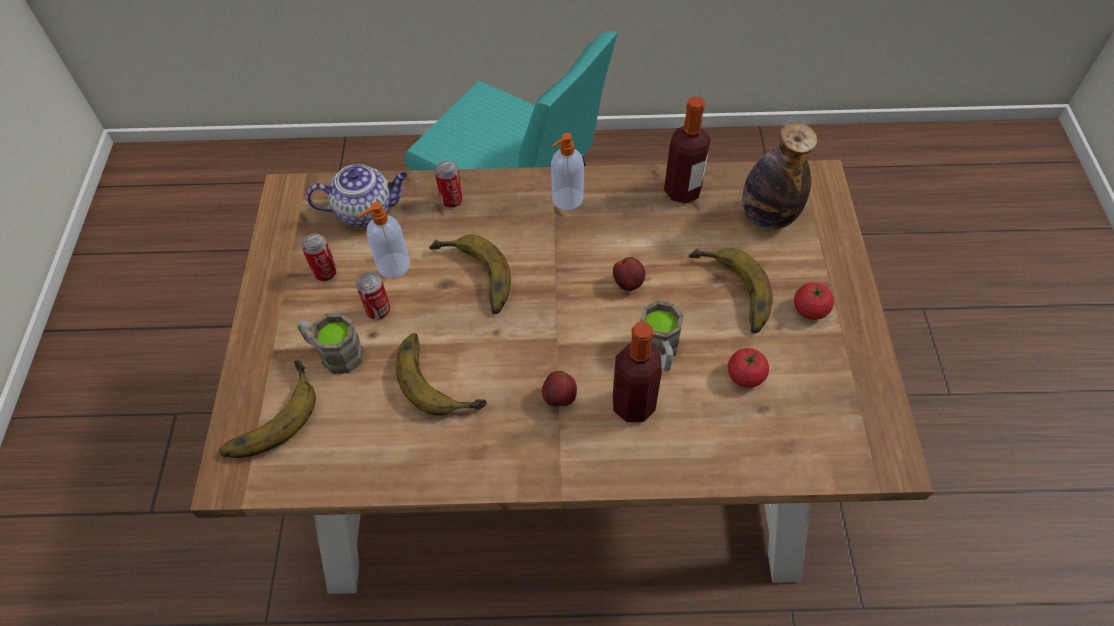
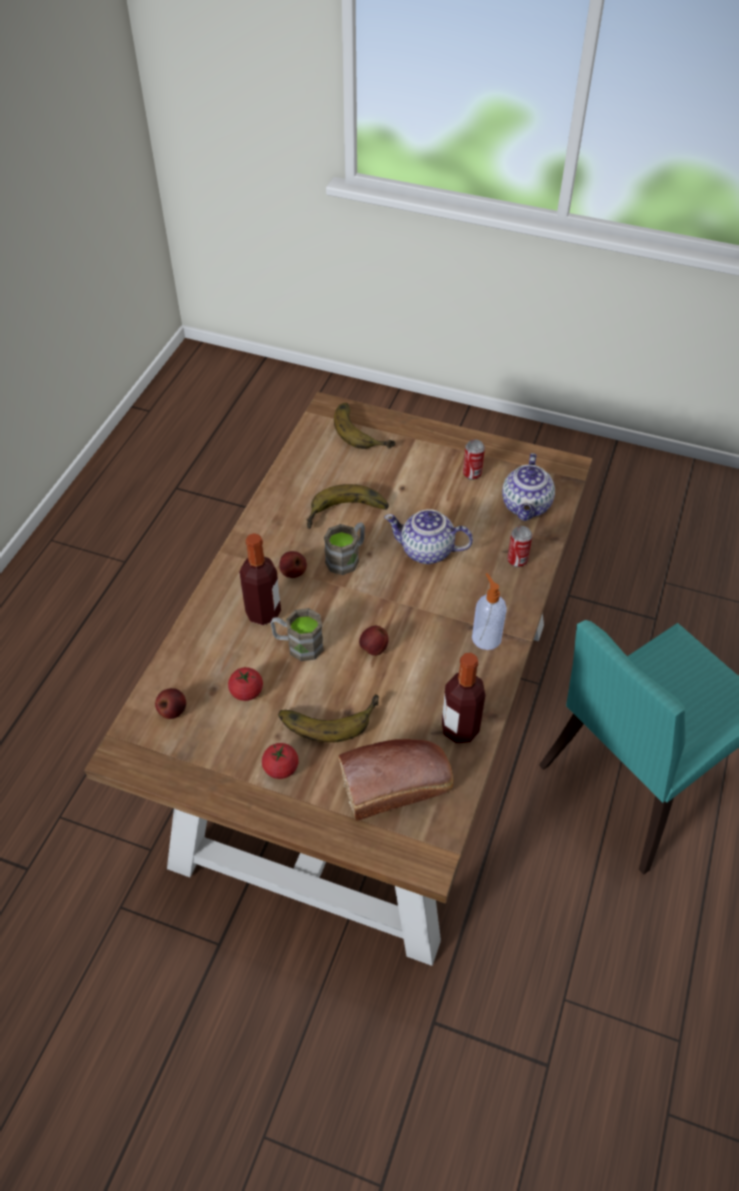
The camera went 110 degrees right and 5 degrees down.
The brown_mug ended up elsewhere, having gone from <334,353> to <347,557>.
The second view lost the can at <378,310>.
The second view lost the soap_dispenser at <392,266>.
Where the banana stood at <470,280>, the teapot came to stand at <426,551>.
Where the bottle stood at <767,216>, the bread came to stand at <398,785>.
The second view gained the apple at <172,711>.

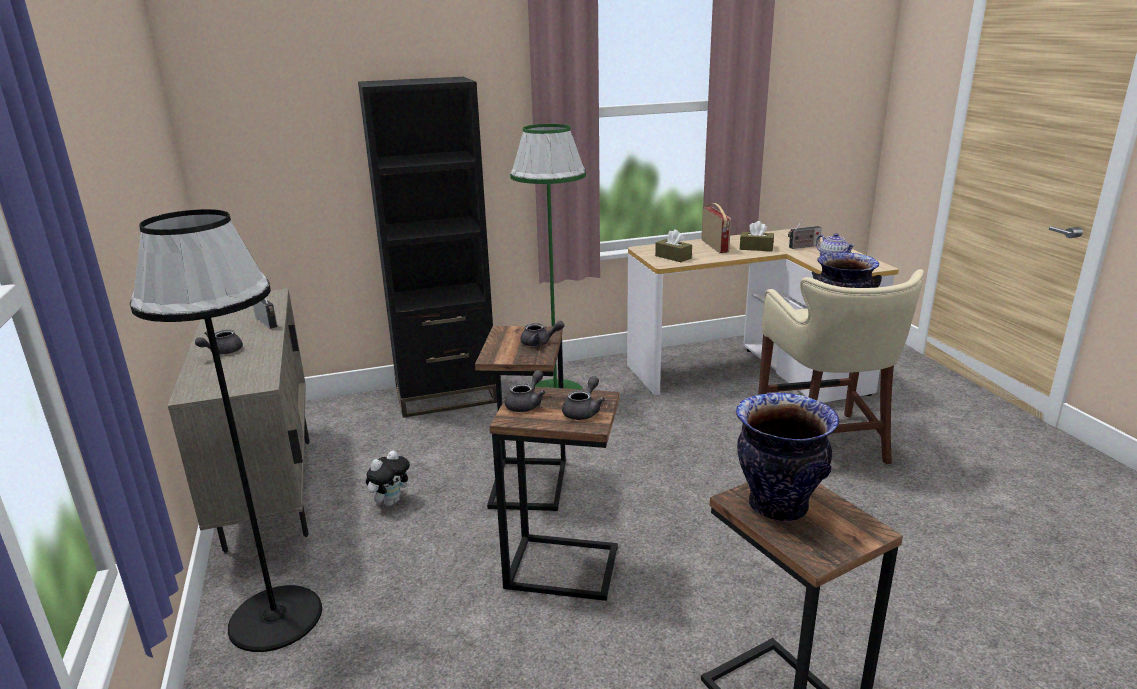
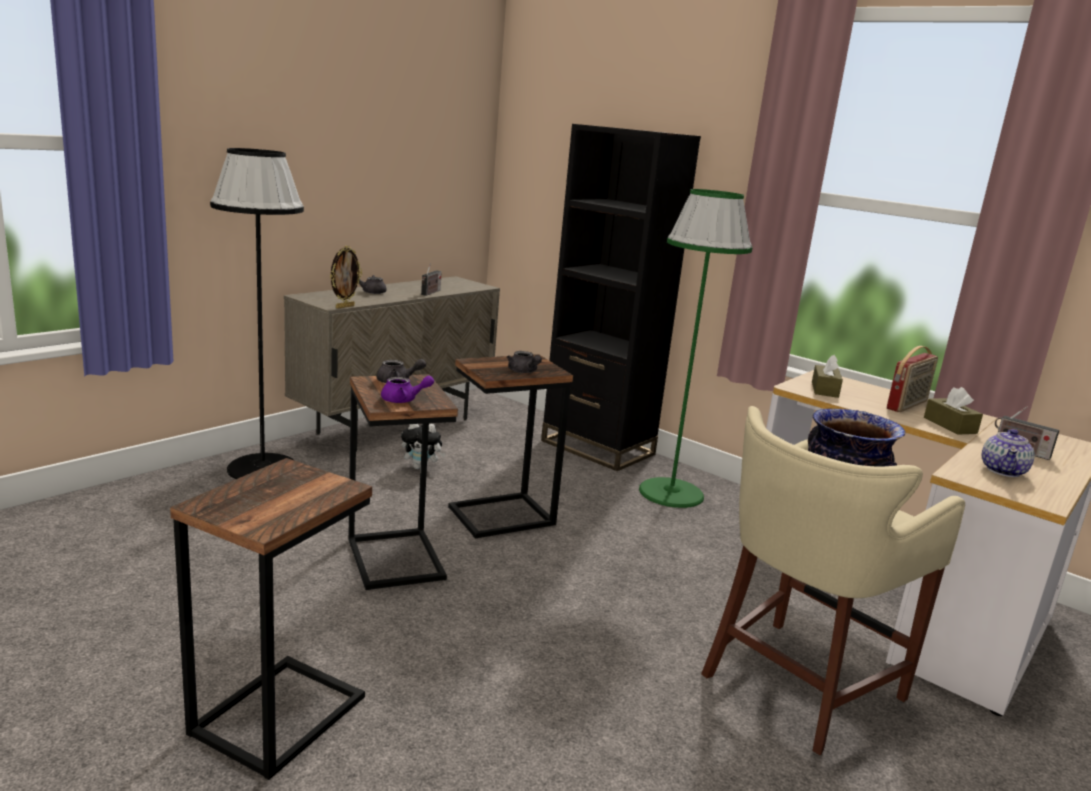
The camera went 55 degrees right and 5 degrees down.
What was the grey_teapot at <583,411> turned into the purple_teapot at <403,400>.
The second view lost the vase at <779,506>.
The second view gained the picture_frame at <344,306>.

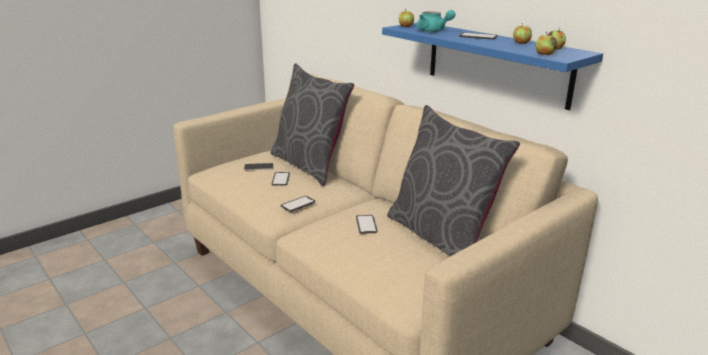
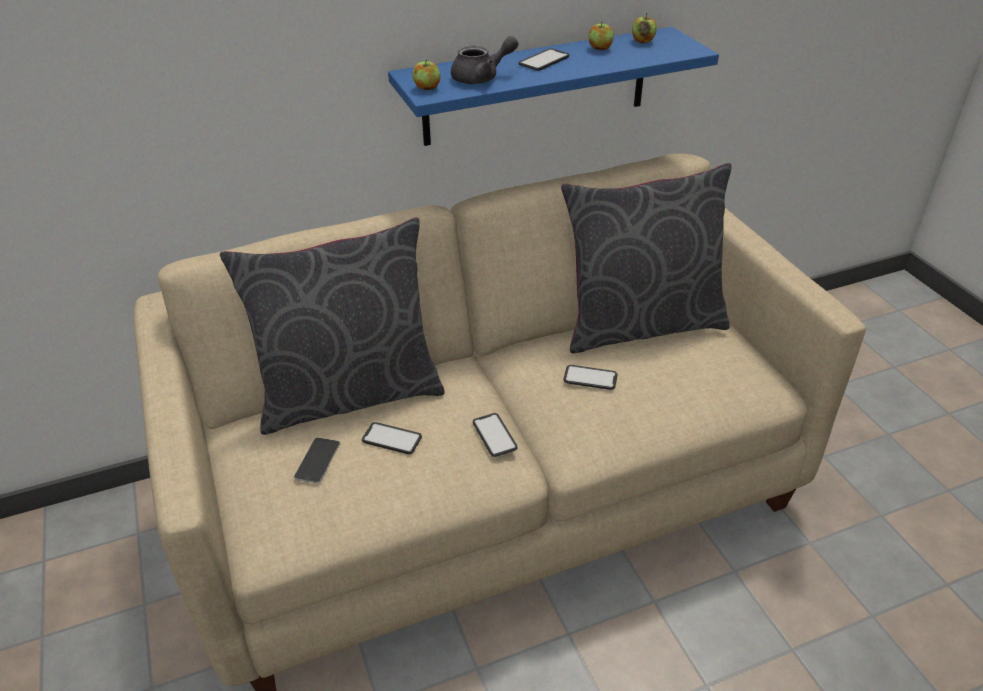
The camera went 70 degrees left and 15 degrees up.
What was the turquoise_teapot at <433,31> turned into the grey_teapot at <482,78>.
The second view lost the apple at <544,54>.

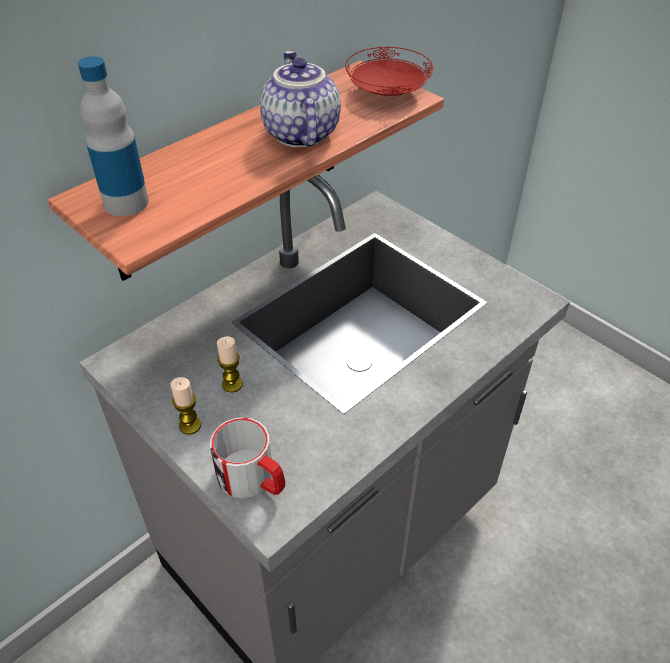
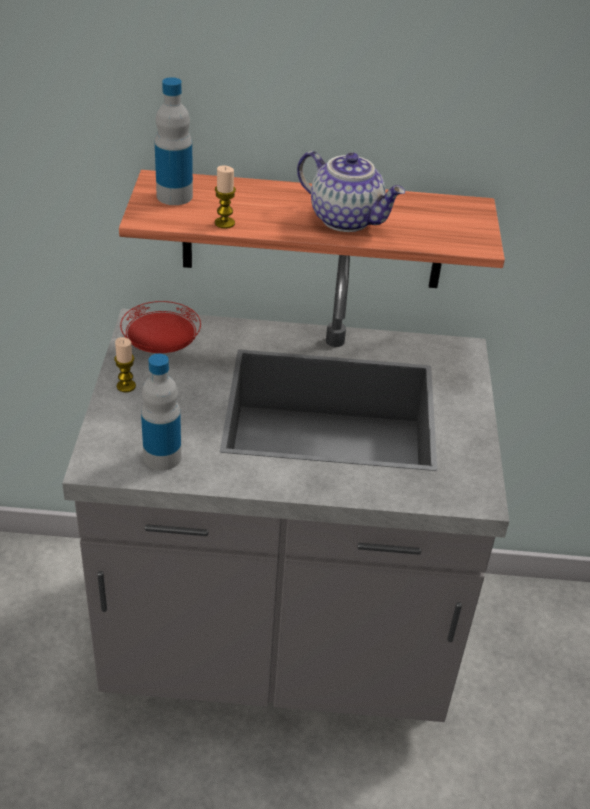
The camera went 45 degrees right and 5 degrees down.
The second view lost the mug at <253,479>.
The candle ended up elsewhere, having gone from <232,384> to <224,223>.
The teapot at <299,134> ended up facing another way, 90 degrees clockwise from before.
The red_plate ended up elsewhere, having gone from <387,94> to <161,345>.
The second view gained the bottle at <162,457>.

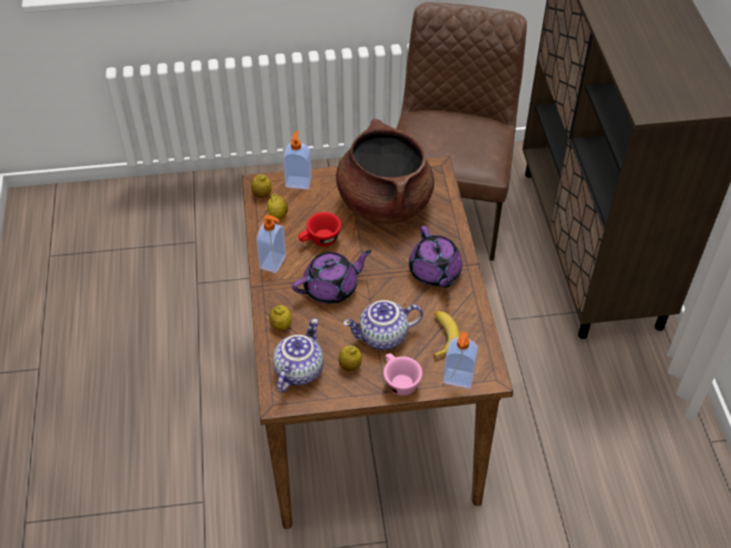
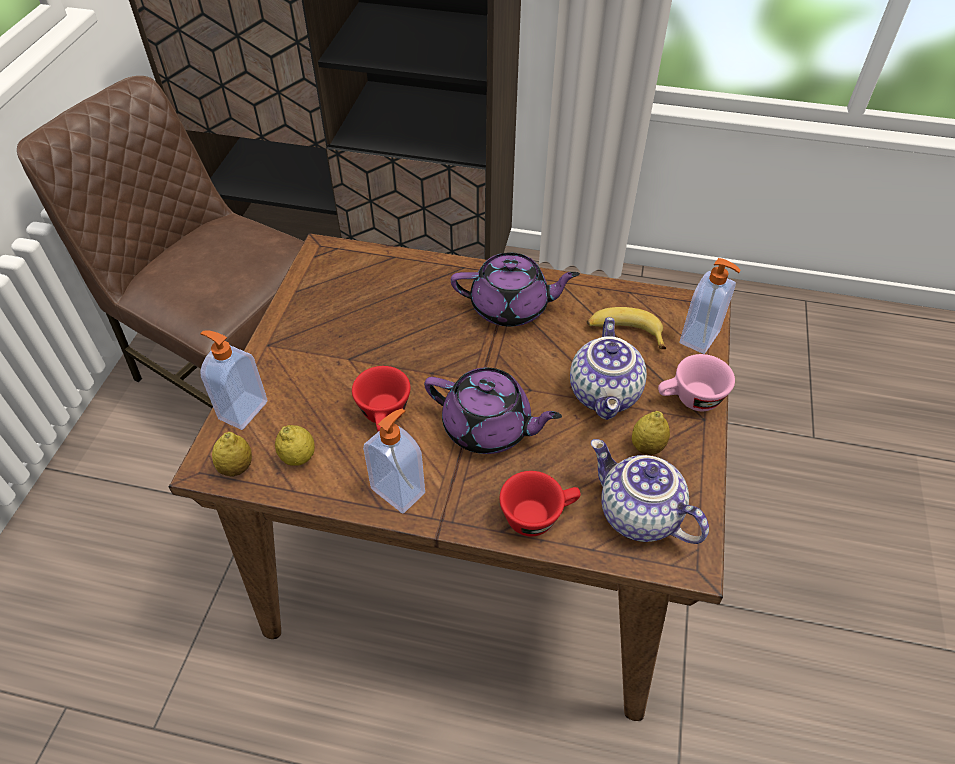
The camera went 70 degrees left and 0 degrees up.
Where the lemon stood at <281,325>, the red_cup came to stand at <538,515>.
The purple_teapot at <332,288> ended up facing another way, 120 degrees clockwise from before.
The second view lost the brown_cooking_pot at <384,202>.

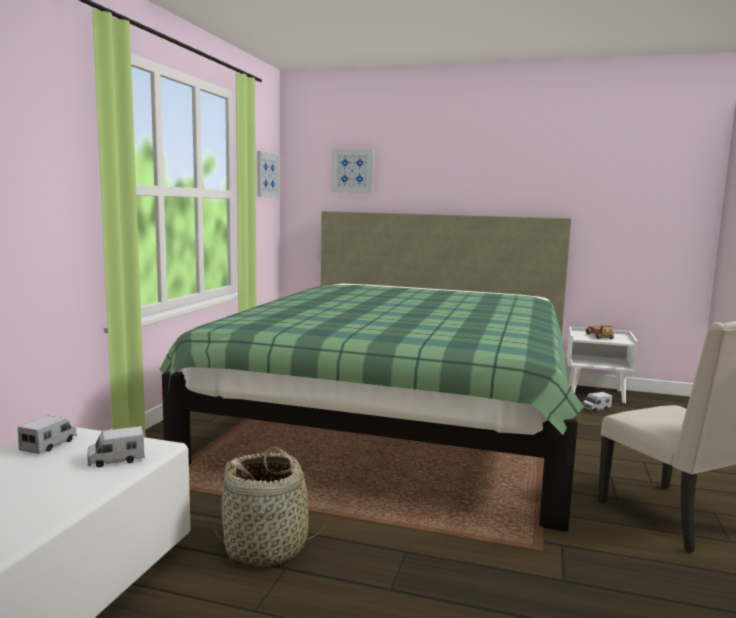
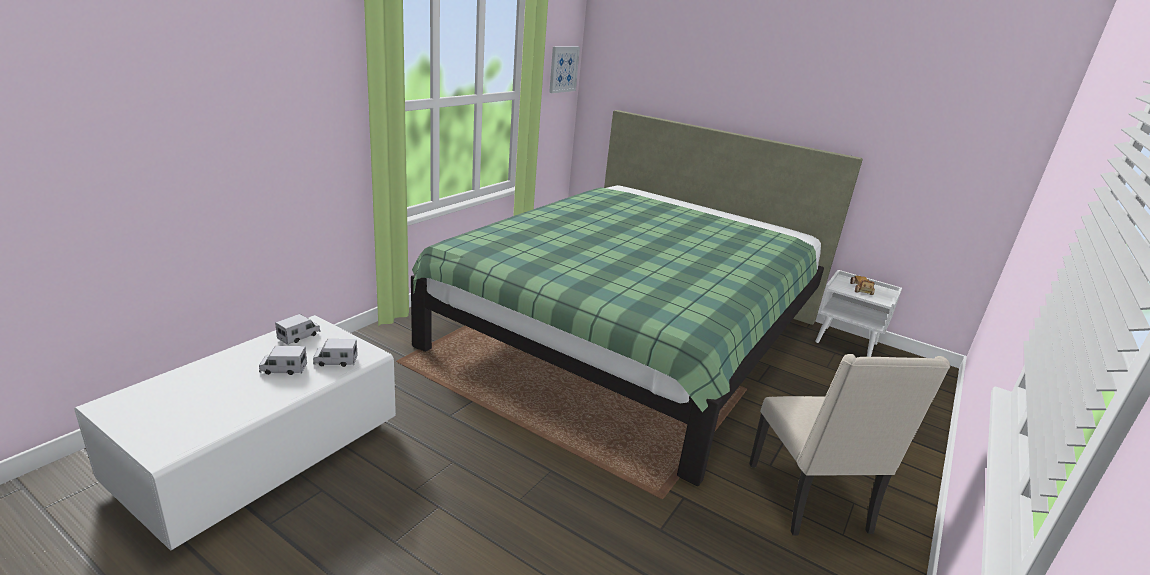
The camera went 15 degrees right and 15 degrees up.
The second view lost the basket at <267,547>.
The second view lost the picture at <353,170>.
The toy_truck ended up elsewhere, having gone from <596,408> to <283,369>.

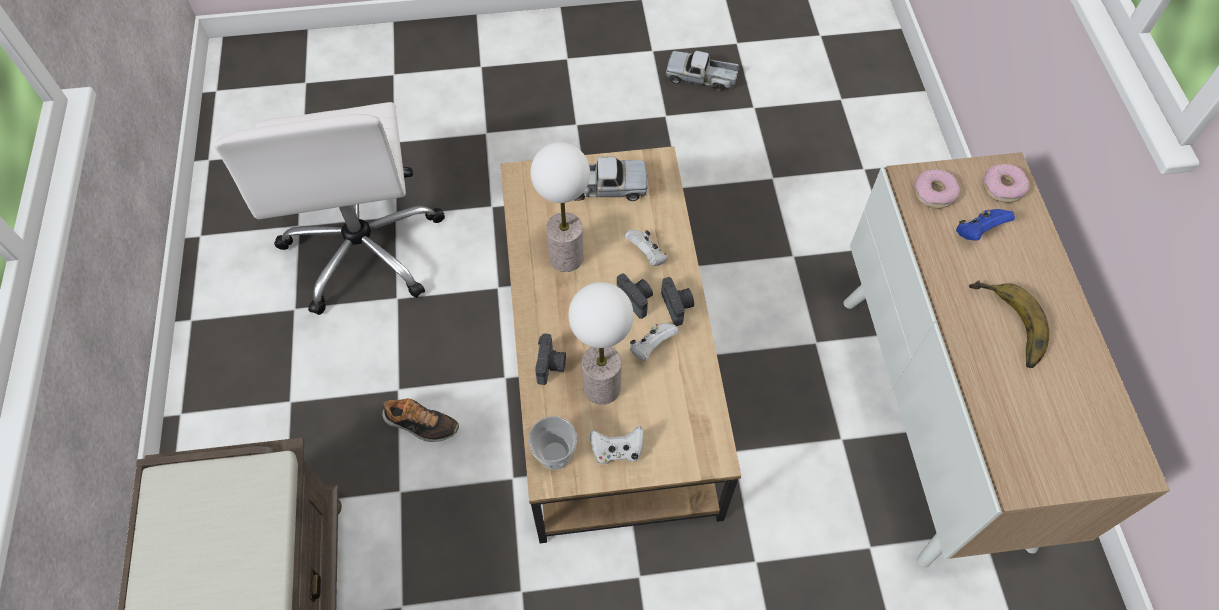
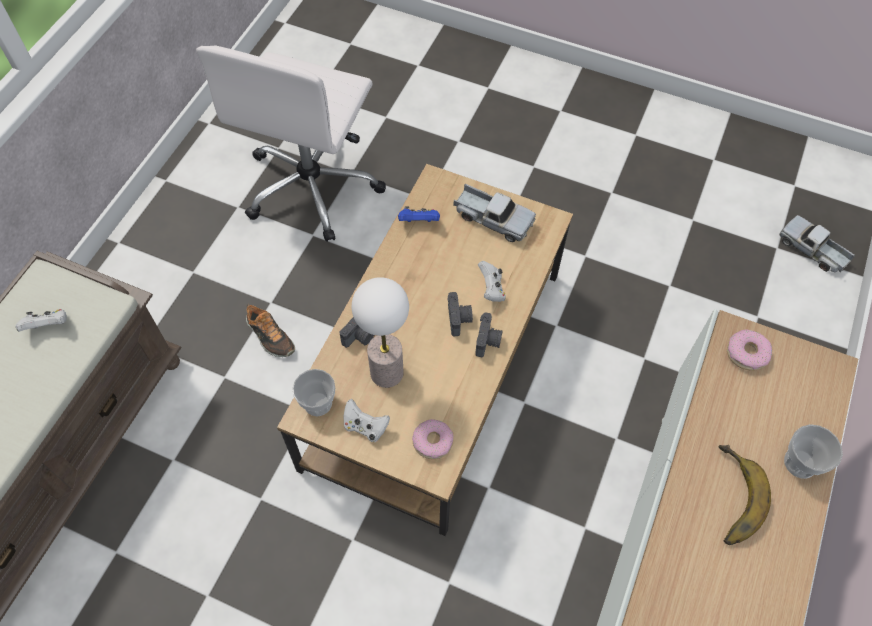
The camera went 30 degrees right and 0 degrees up.
The second view lost the table_lamp at <567,257>.
The white_game_controller ended up elsewhere, having gone from <651,347> to <48,326>.
The toy_truck ended up elsewhere, having gone from <701,77> to <812,250>.
The blue_game_controller ended up elsewhere, having gone from <978,232> to <419,222>.
The donut ended up elsewhere, having gone from <1002,188> to <432,442>.
The second view gained the cup at <800,463>.

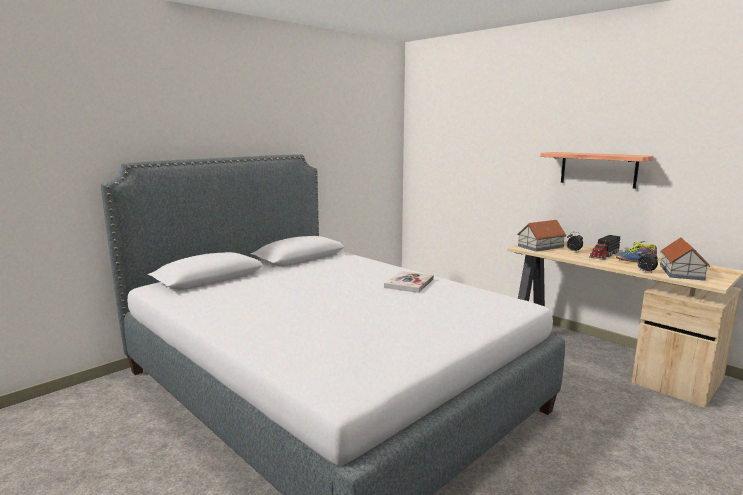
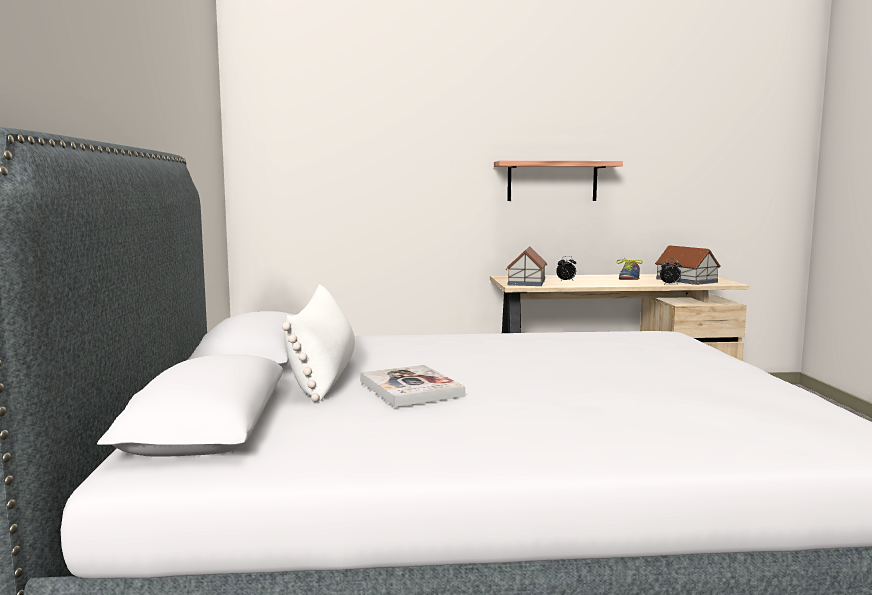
The camera went 50 degrees left and 5 degrees down.
The book ended up elsewhere, having gone from <409,283> to <410,388>.
The second view lost the toy_truck at <604,255>.
The second view gained the white_pillow at <324,375>.

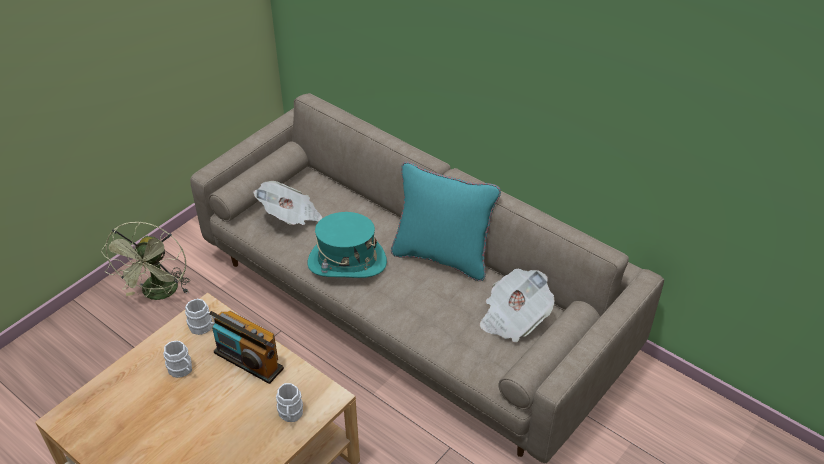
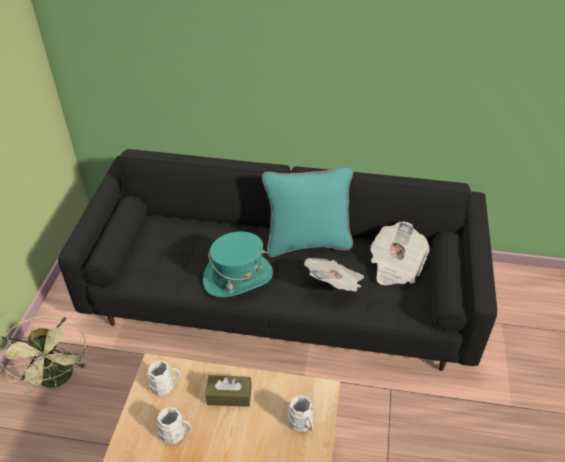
The camera went 30 degrees left and 0 degrees up.
What was the beige_sofa at <412,307> turned into the black_sofa at <282,295>.
Where the radio stood at <248,361>, the brown_tissue_box came to stand at <229,396>.
The newspaper ended up elsewhere, having gone from <291,216> to <335,284>.

